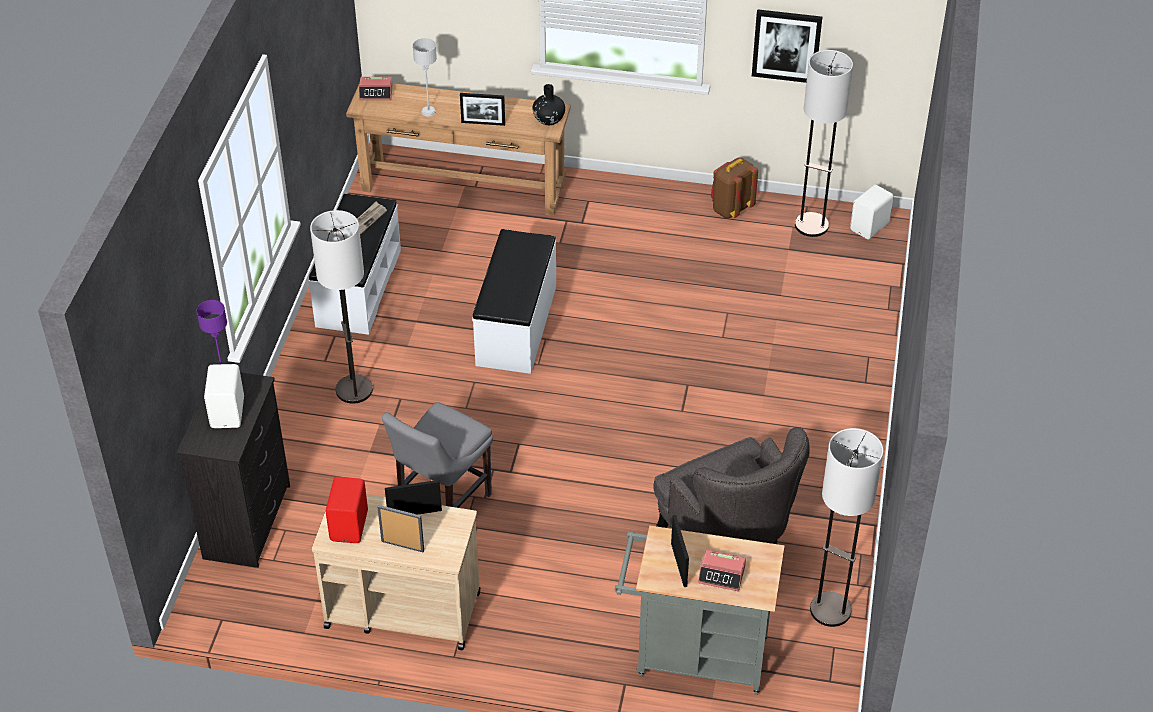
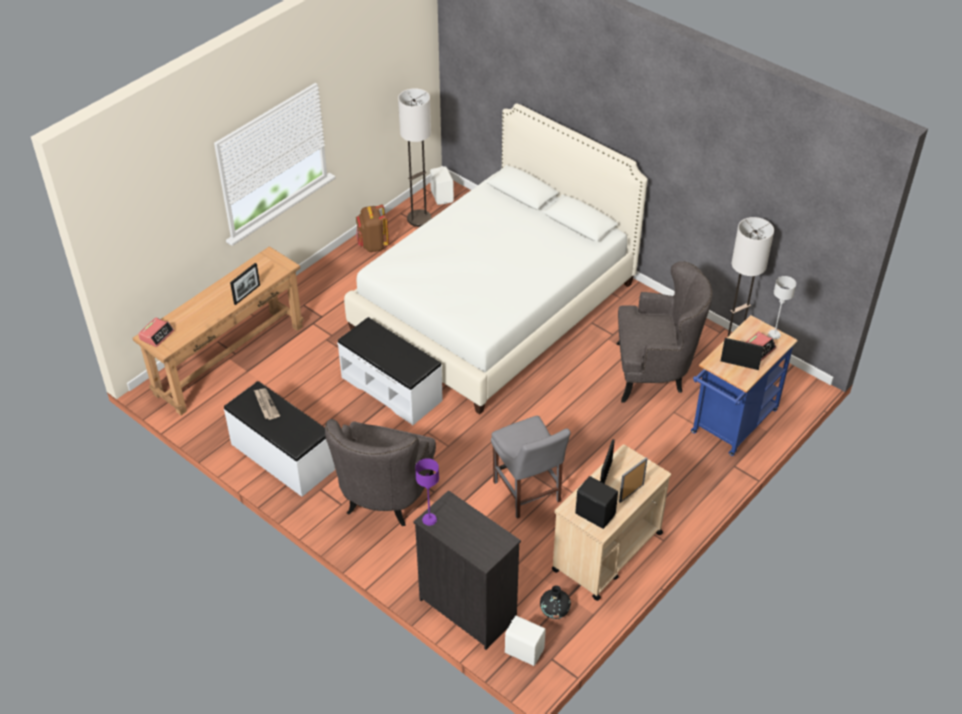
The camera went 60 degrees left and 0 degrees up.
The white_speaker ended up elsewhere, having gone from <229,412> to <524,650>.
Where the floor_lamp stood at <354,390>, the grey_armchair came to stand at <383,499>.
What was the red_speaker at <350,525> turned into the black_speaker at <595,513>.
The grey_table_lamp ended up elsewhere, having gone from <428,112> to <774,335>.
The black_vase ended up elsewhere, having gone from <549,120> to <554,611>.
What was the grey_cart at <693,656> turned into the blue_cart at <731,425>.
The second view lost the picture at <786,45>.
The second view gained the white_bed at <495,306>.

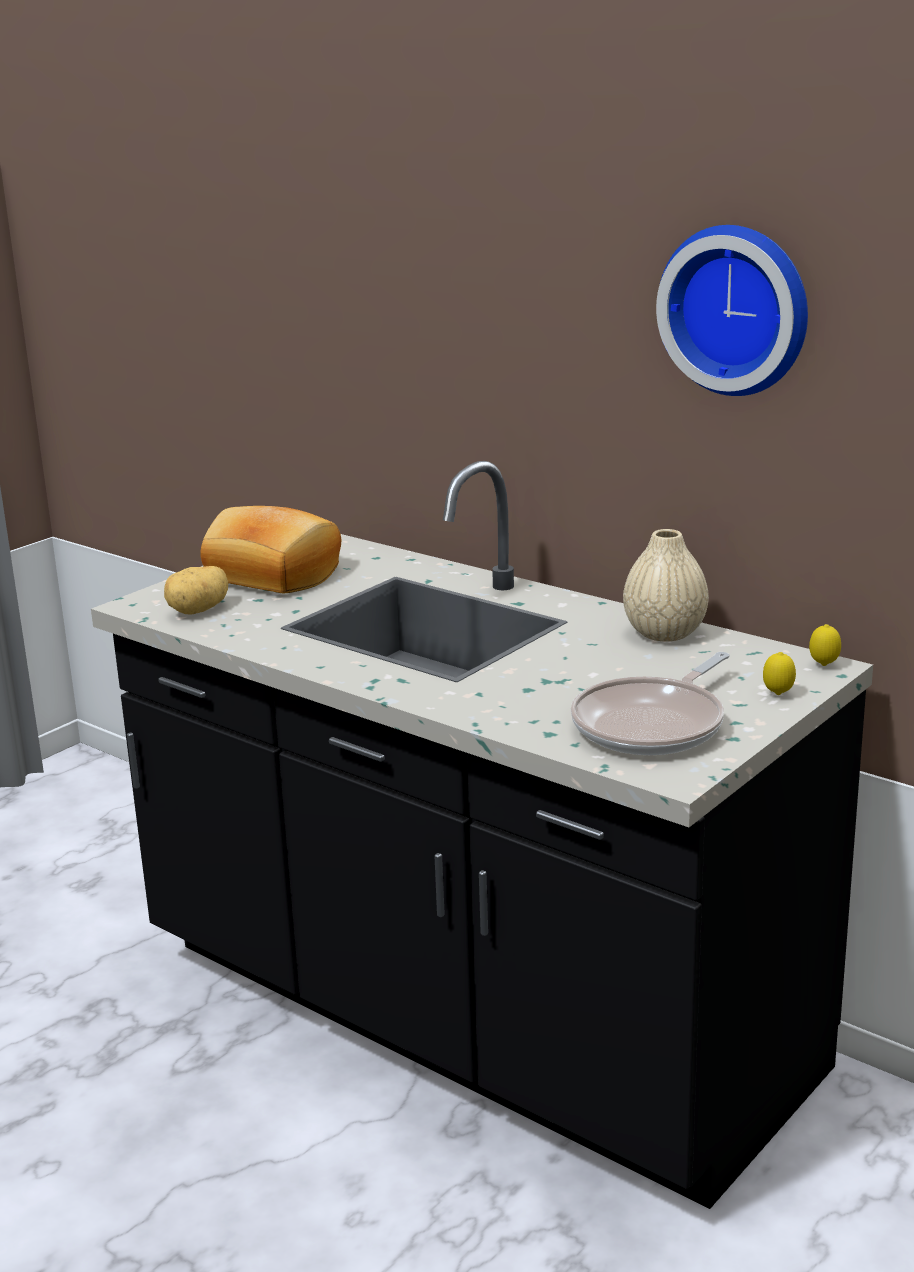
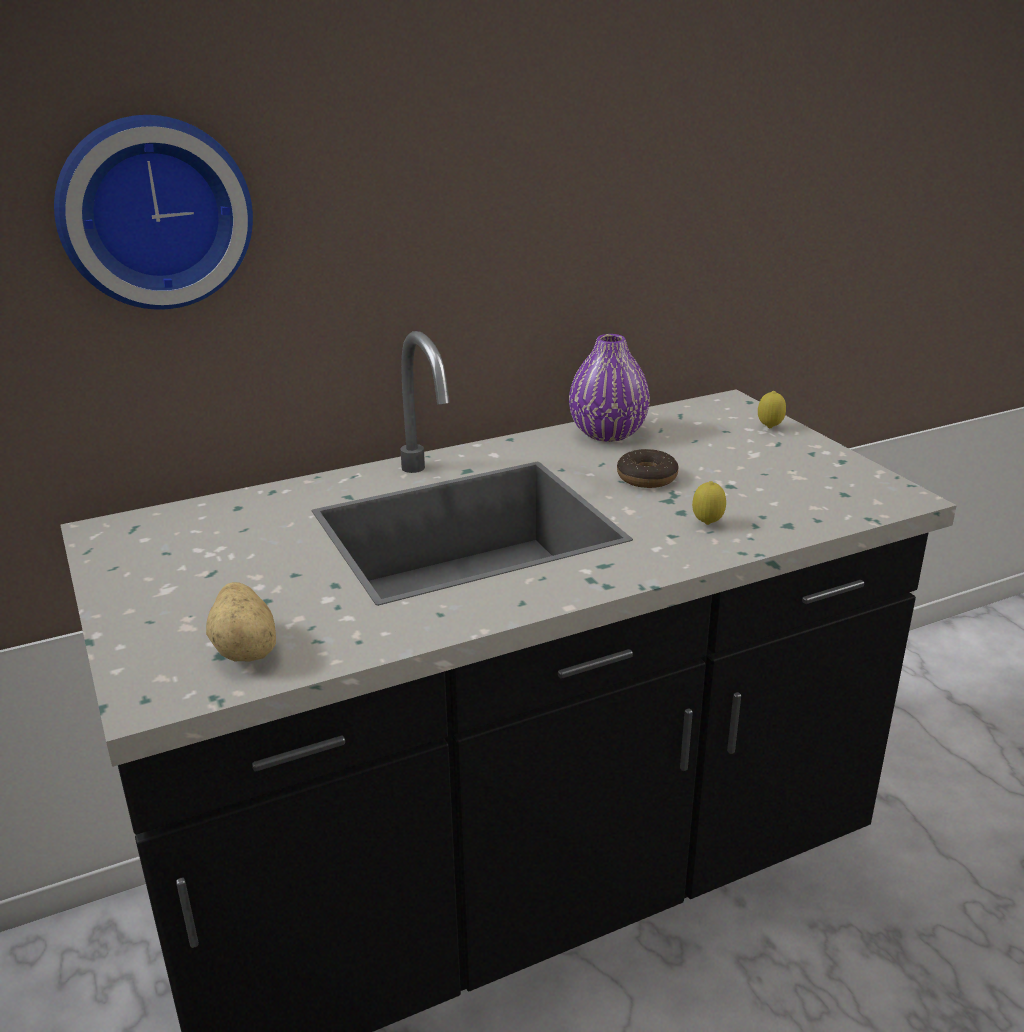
The camera went 65 degrees left and 5 degrees up.
The second view lost the bread at <271,576>.
The second view lost the frying_pan at <653,724>.
What was the beige_vase at <664,633> turned into the purple_vase at <607,433>.
The wall_clock ended up elsewhere, having gone from <738,309> to <154,212>.
The lemon ended up elsewhere, having gone from <823,665> to <707,524>.
The second view gained the donut at <647,477>.

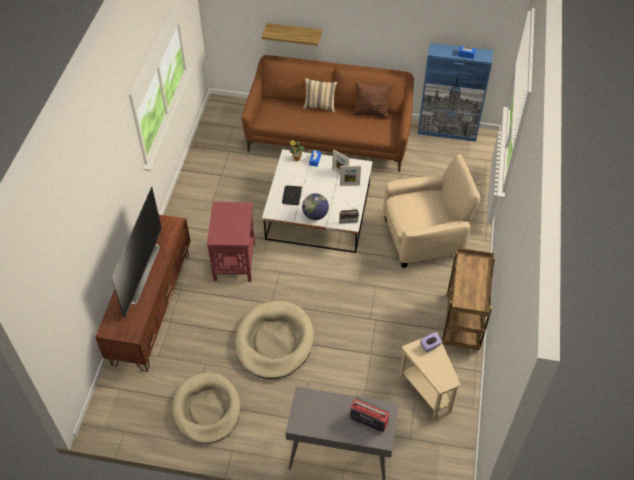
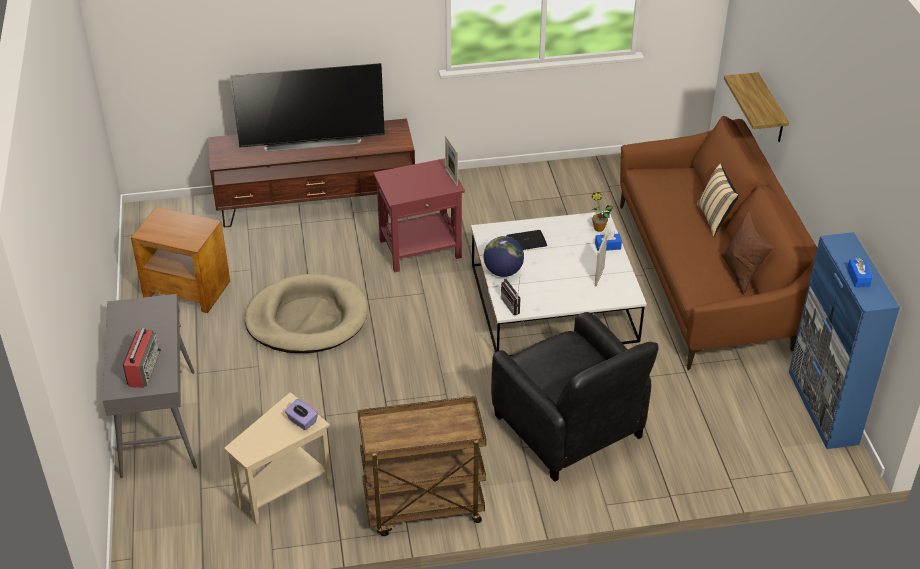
The camera went 70 degrees right and 10 degrees down.
Where the beige_dog_bed stood at <207,410>, the brown_side_table came to stand at <186,289>.
The picture_frame ended up elsewhere, having gone from <349,185> to <451,177>.
What was the beige_armchair at <424,237> turned into the black_armchair at <569,428>.

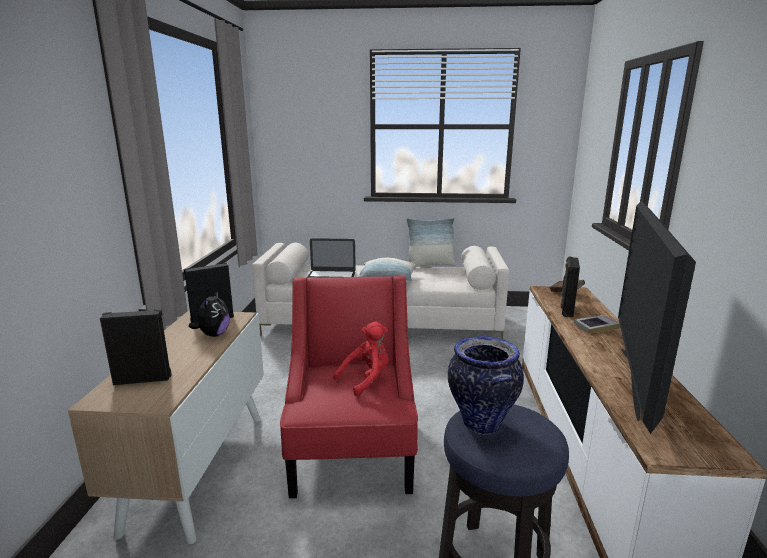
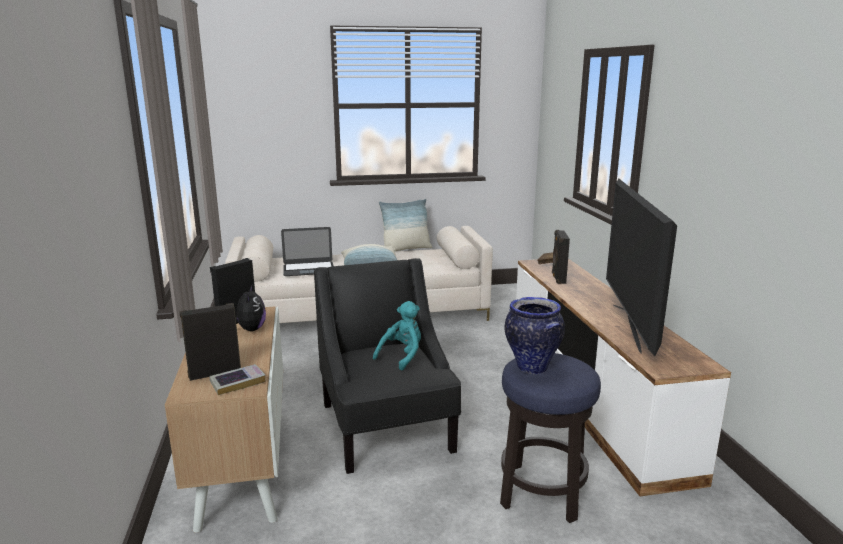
The camera went 15 degrees left and 0 degrees up.
What was the red_armchair at <352,448> turned into the black_armchair at <386,427>.
What was the red_plush_toy at <366,379> turned into the turquoise_plush_toy at <402,356>.
The book ended up elsewhere, having gone from <596,327> to <238,382>.

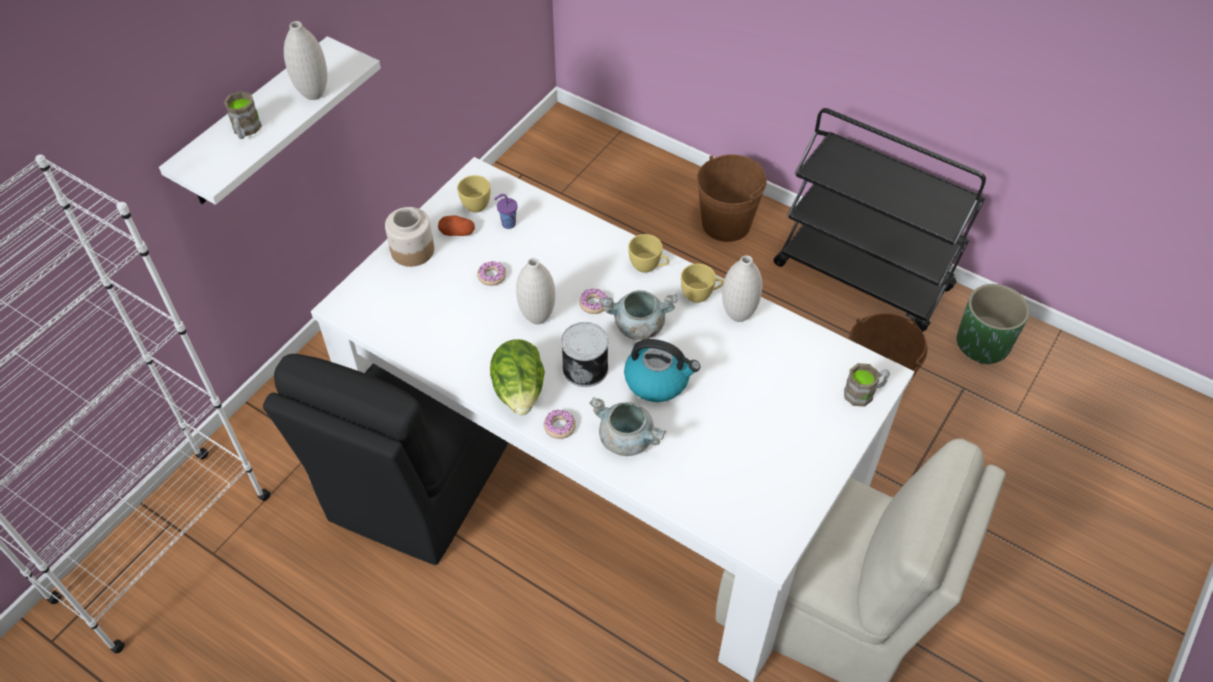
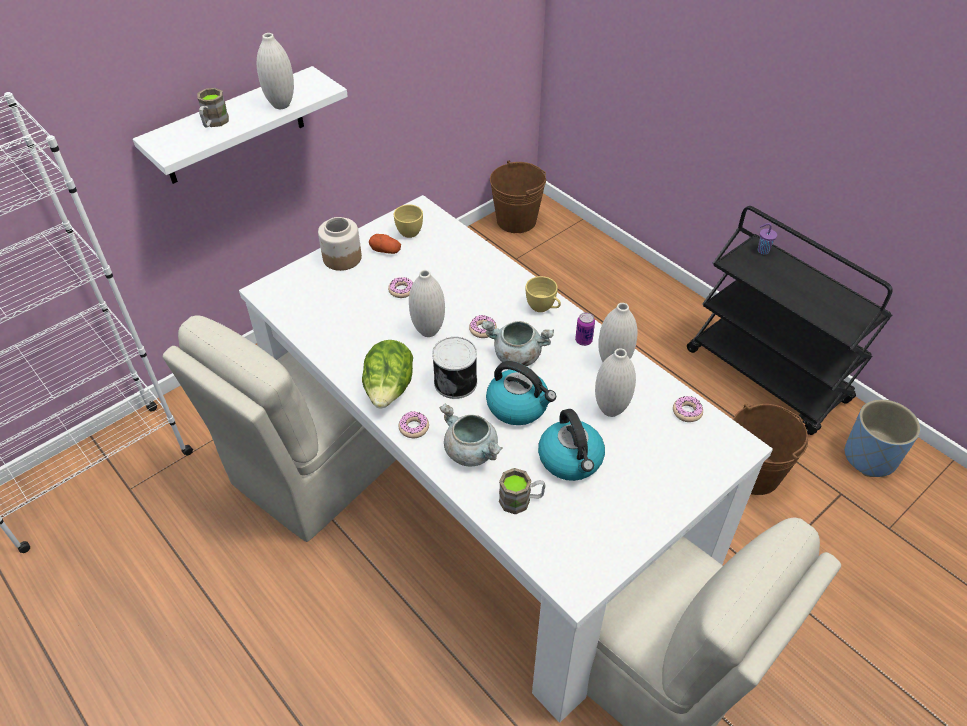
The camera went 15 degrees right and 5 degrees down.
What was the black_chair at <417,482> turned into the beige_chair at <316,468>.
The purple_cup ended up elsewhere, having gone from <507,224> to <762,250>.
Where the yellow_cup stood at <701,295>, the can came to stand at <583,340>.
The brown_bucket ended up elsewhere, having gone from <726,223> to <516,220>.
The brown_mug ended up elsewhere, having gone from <864,392> to <521,500>.
What was the green_planter at <982,344> turned into the blue_planter at <870,457>.
The second view gained the kettle at <571,460>.
The second view gained the white_vase at <611,410>.
The second view gained the donut at <687,412>.

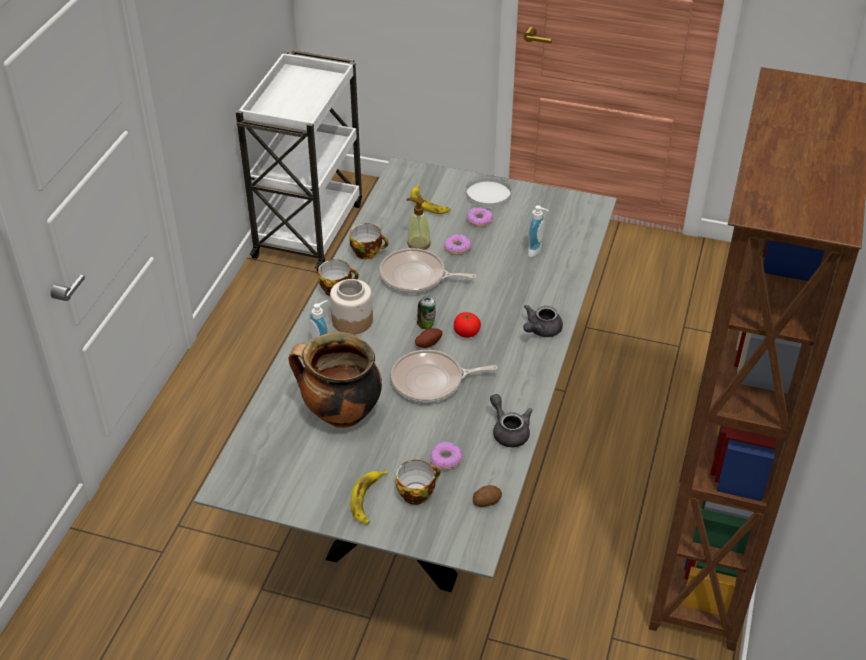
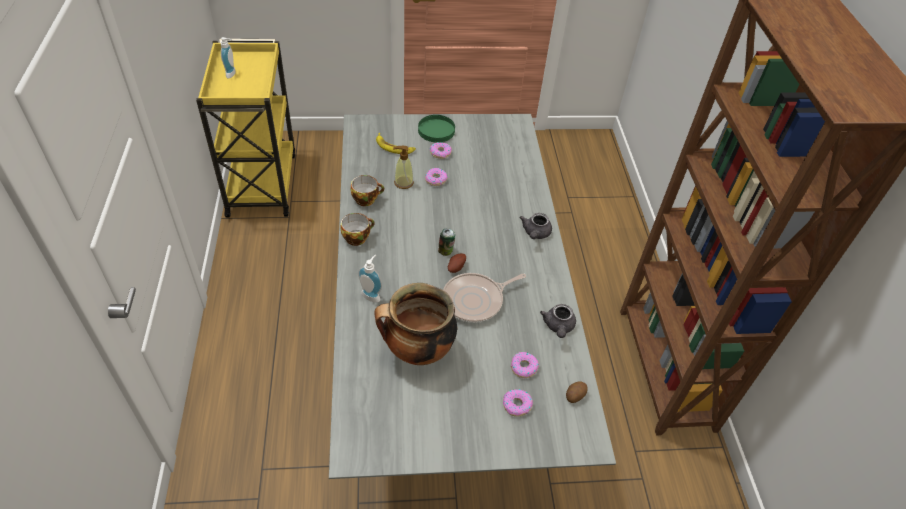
The camera went 25 degrees left and 5 degrees up.
What was the white_cart at <309,228> turned into the yellow_cart at <262,183>.
The second view lost the jar at <352,320>.
The second view lost the banana at <368,499>.
The second view lost the frying_pan at <416,277>.
Where the cup stood at <417,492>, the donut came to stand at <517,405>.
The second view lost the tomato at <466,333>.
What was the white_plate at <488,195> turned into the green_plate at <436,130>.
The grey_teapot at <509,431> ended up facing another way, 120 degrees counterclockwise from before.
The soap_dispenser ended up elsewhere, having gone from <537,251> to <232,74>.

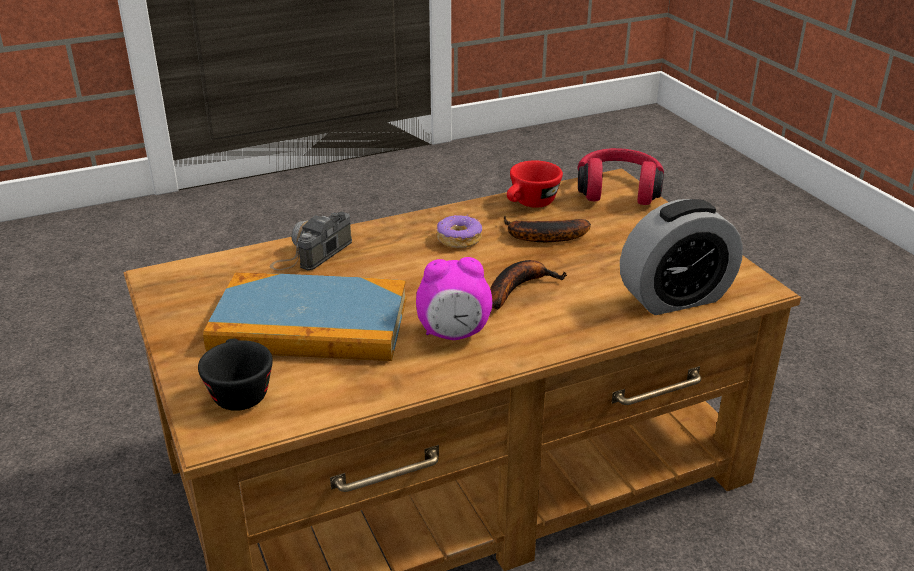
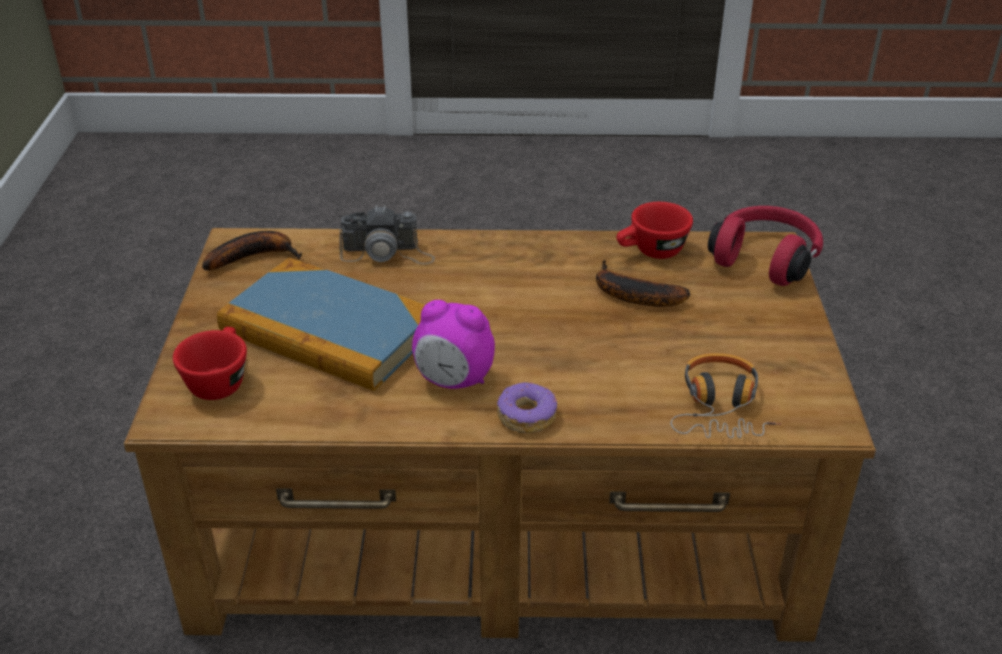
The camera went 25 degrees right and 5 degrees up.
What was the black_cup at <238,391> turned into the red_cup at <219,380>.
The photo_camera at <312,253> ended up facing another way, 150 degrees counterclockwise from before.
The donut ended up elsewhere, having gone from <458,239> to <526,416>.
The banana ended up elsewhere, having gone from <518,288> to <255,256>.
Where the alarm_clock stood at <675,298>, the headphones came to stand at <720,408>.

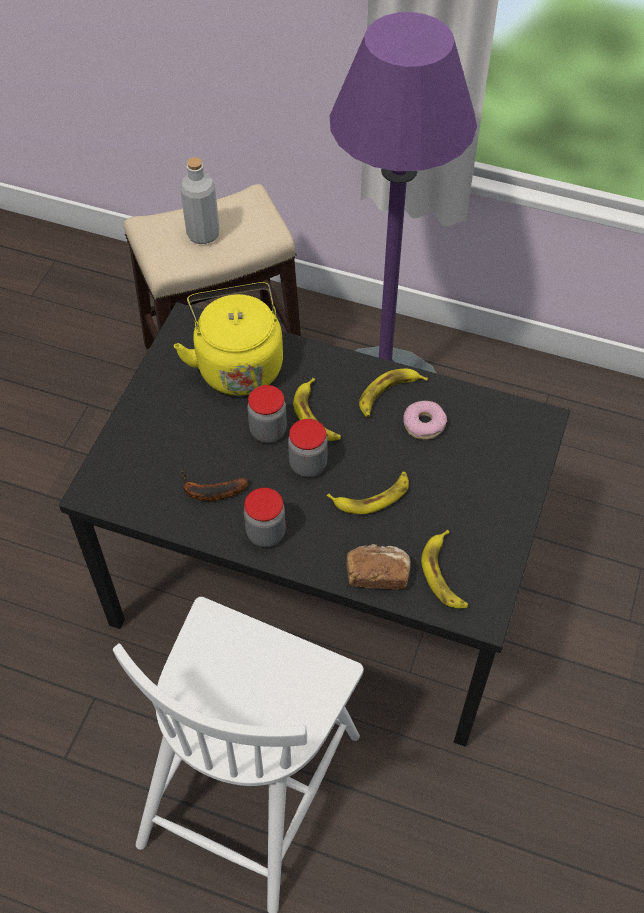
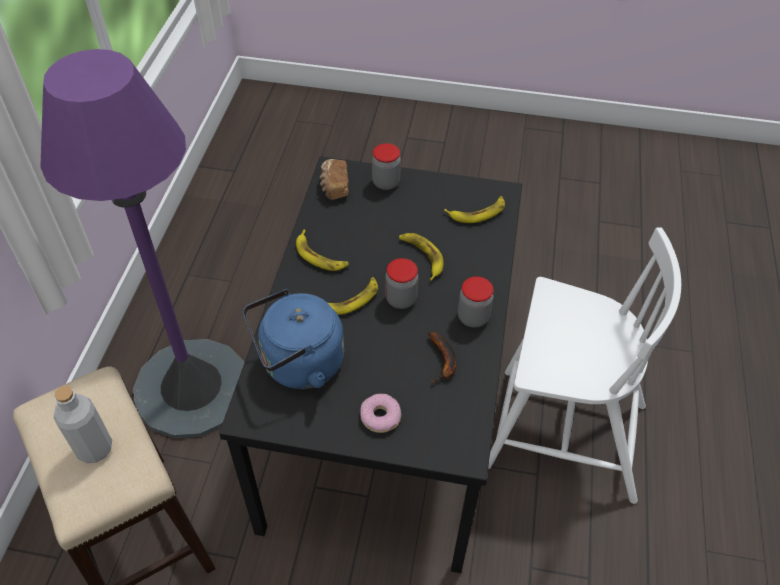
The camera went 100 degrees left and 5 degrees down.
What was the yellow_kettle at <238,364> turned into the blue_kettle at <298,364>.
The jar ended up elsewhere, having gone from <268,431> to <386,182>.
The bread ended up elsewhere, having gone from <377,574> to <334,187>.
The donut ended up elsewhere, having gone from <424,424> to <380,416>.

